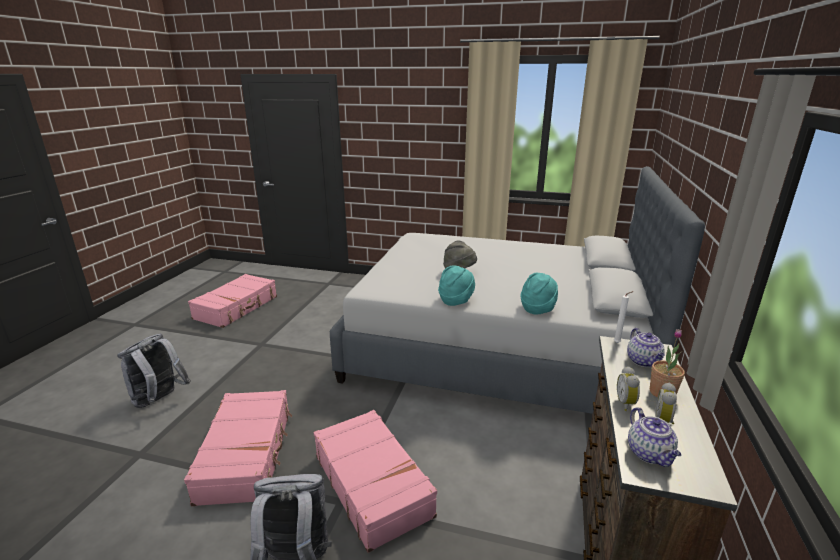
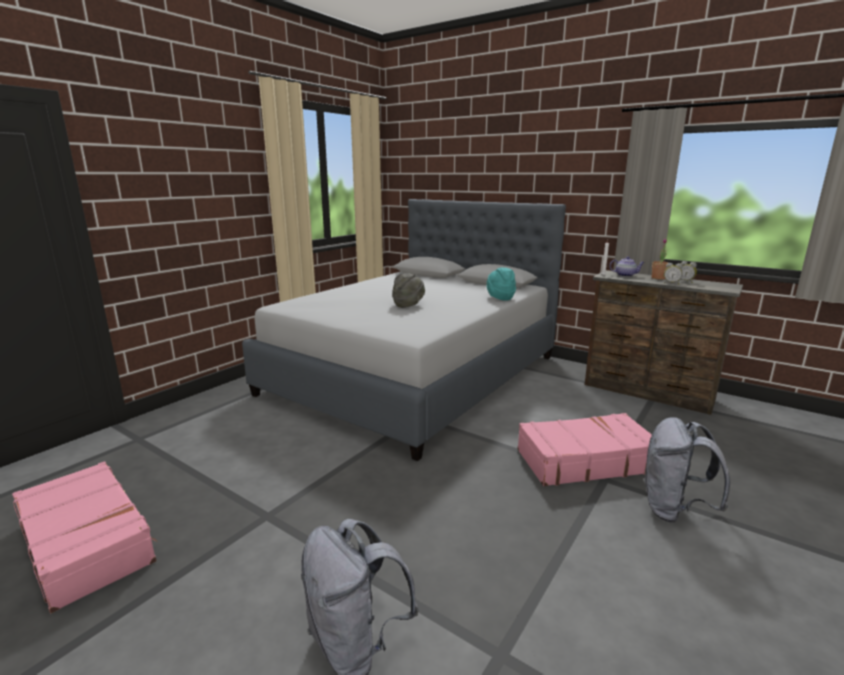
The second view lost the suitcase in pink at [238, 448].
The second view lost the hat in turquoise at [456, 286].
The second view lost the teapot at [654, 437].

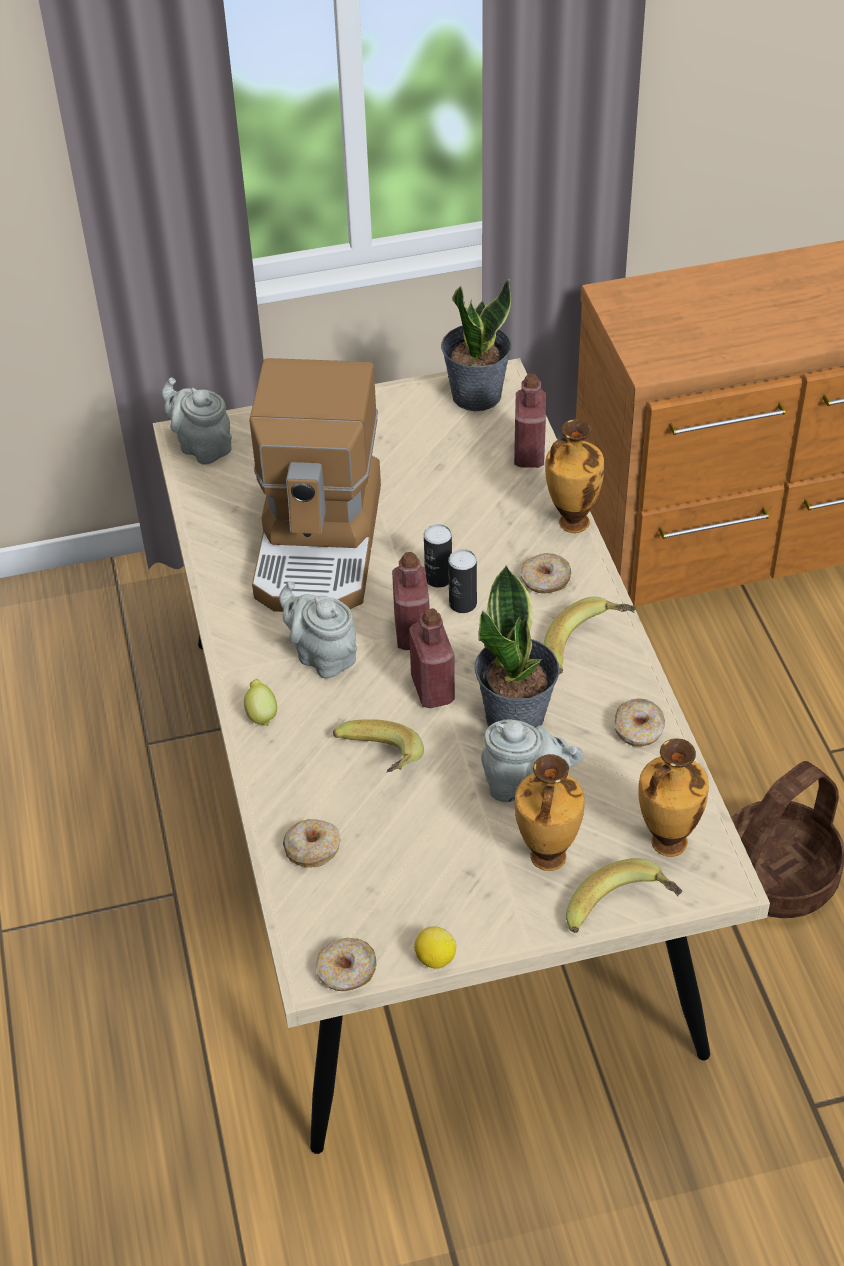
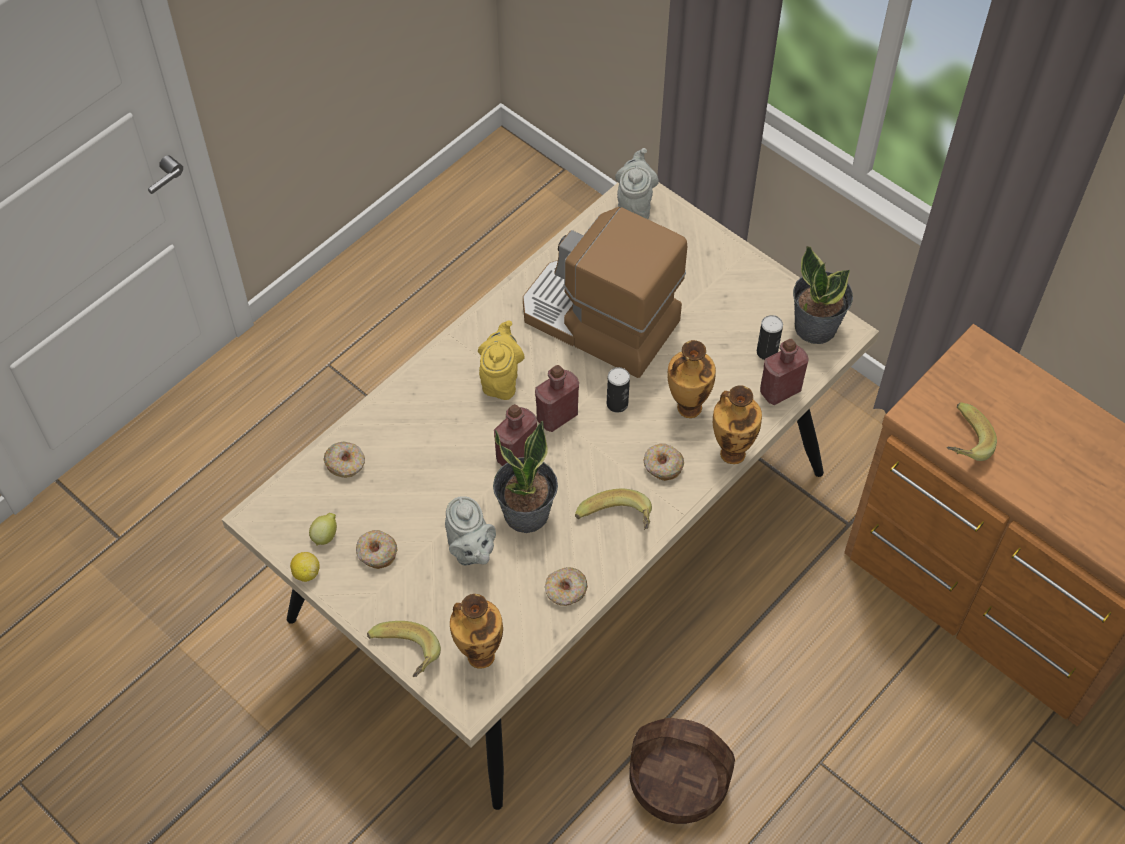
The lemon ended up elsewhere, having gone from [260, 702] to [323, 529].
The donut ended up elsewhere, having gone from [346, 964] to [376, 549].
The banana ended up elsewhere, having gone from [378, 745] to [972, 431].
The can ended up elsewhere, having gone from [462, 581] to [770, 337].
The vase ended up elsewhere, having gone from [549, 812] to [691, 379].
What was the teapot in grey at [318, 629] turned into the teapot in yellow at [501, 360].
The coffee machine at [315, 485] ended up facing another way, 60 degrees clockwise from before.

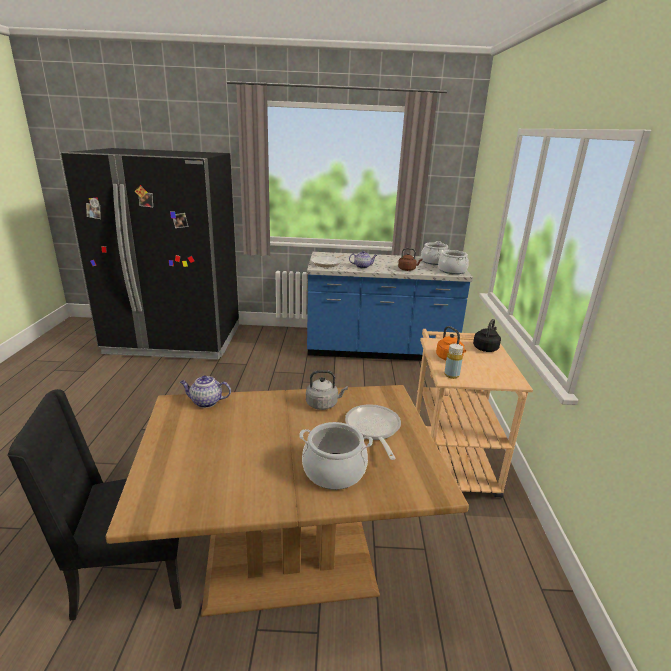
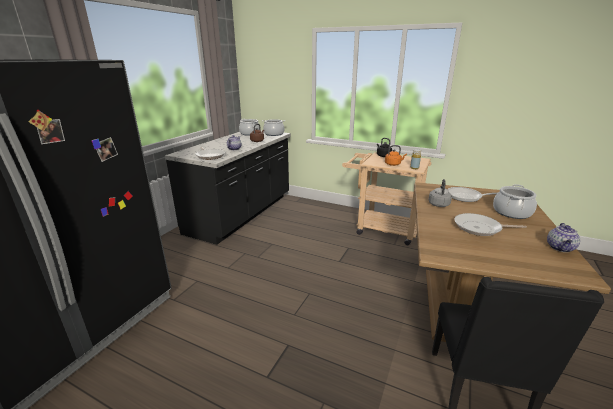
The second view gained the frying pan at [490, 224].
The teapot ended up elsewhere, having gone from [205, 391] to [563, 237].
What was the counter in blue at [390, 306] turned into the counter in black at [228, 187].

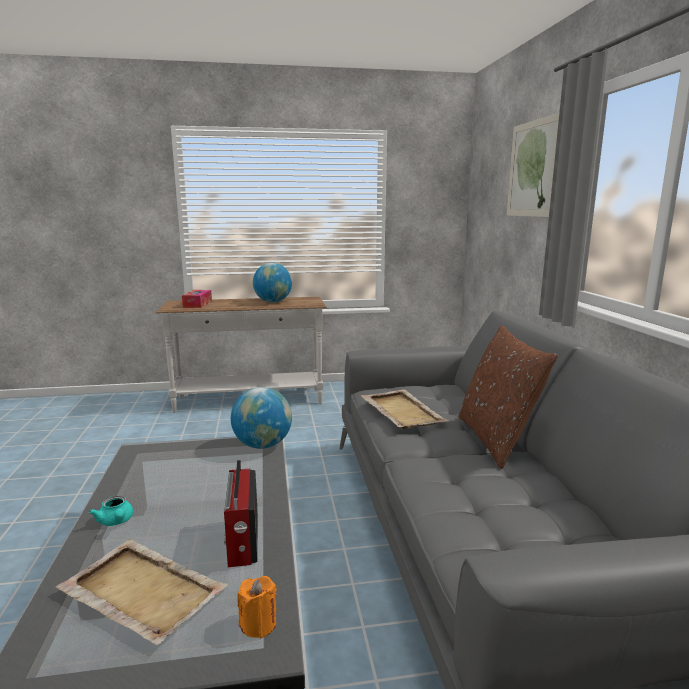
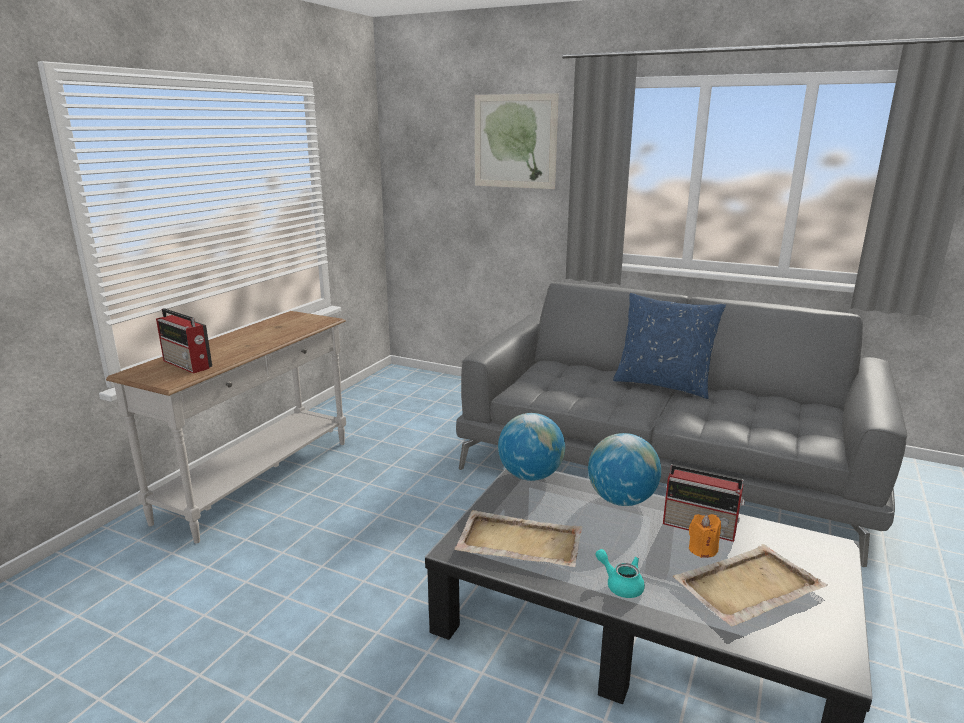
The candle in orange ended up elsewhere, having gone from [257, 607] to [705, 536].
The globe ended up elsewhere, having gone from [272, 282] to [624, 469].
The tray in beige ended up elsewhere, having gone from [405, 409] to [518, 538].
Where the tissue box stood at [197, 299], the radio came to stand at [184, 341].
What was the pillow in brown at [508, 397] turned into the pillow in blue at [669, 346].
The teapot in turquoise at [111, 510] ended up facing another way, 135 degrees counterclockwise from before.

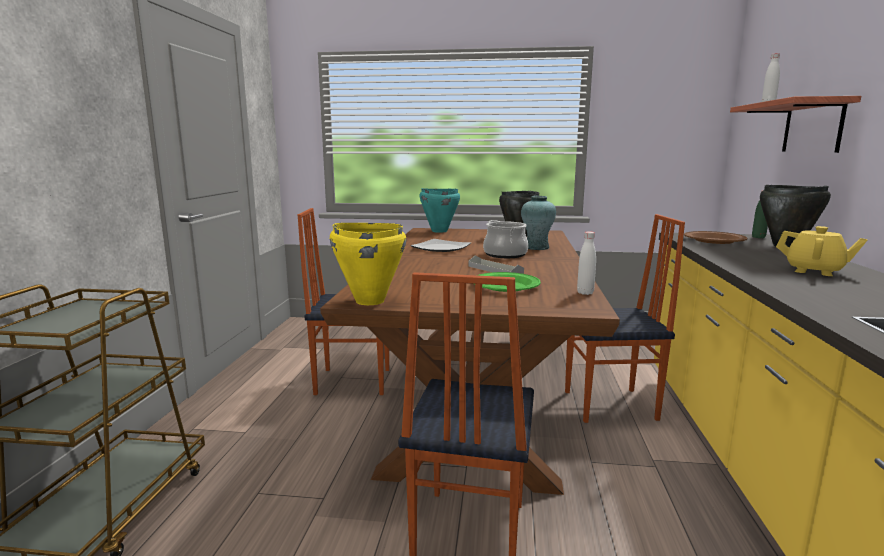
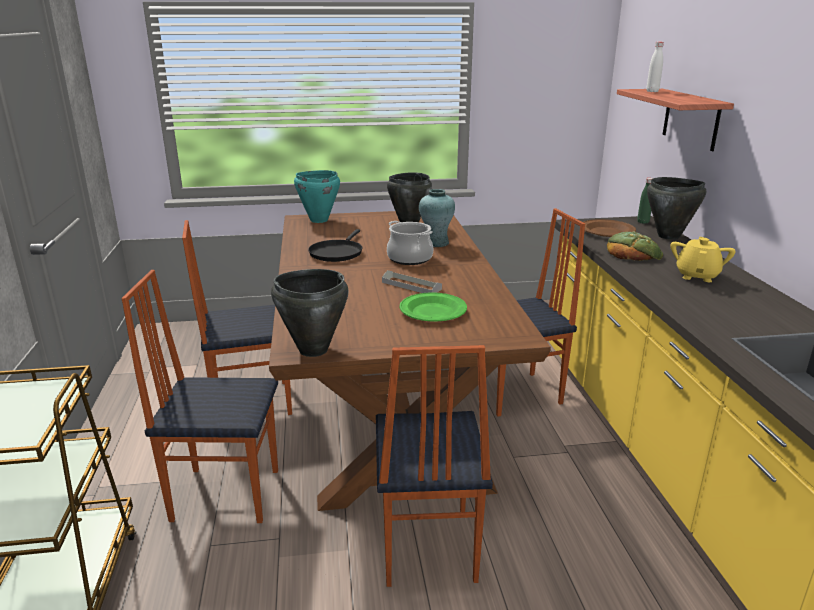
The second view lost the bottle in white at [586, 263].
The second view gained the chair at [199, 396].
The second view gained the bread at [635, 246].
Where the plate stood at [441, 245], the frying pan in black came to stand at [335, 245].
What was the cooking pot in yellow at [368, 264] turned into the cooking pot in black at [310, 313].
The teapot in yellow at [821, 251] ended up facing another way, 90 degrees counterclockwise from before.

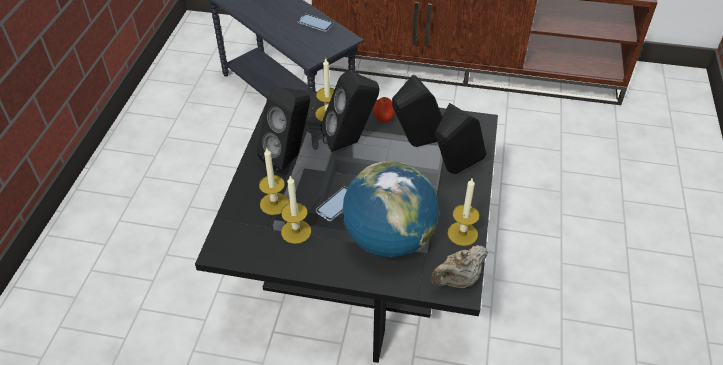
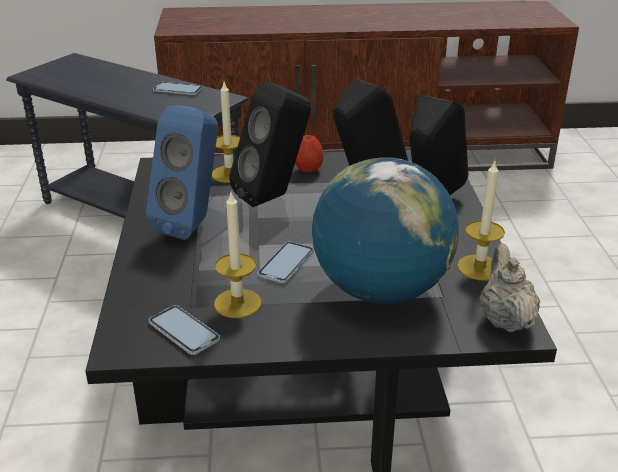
The second view lost the candle at [274, 181].
The second view gained the phone at [184, 330].
What was the speaker in black at [283, 130] turned into the speaker in blue at [182, 172].
The teapot in beige at [459, 266] ended up facing another way, 135 degrees clockwise from before.

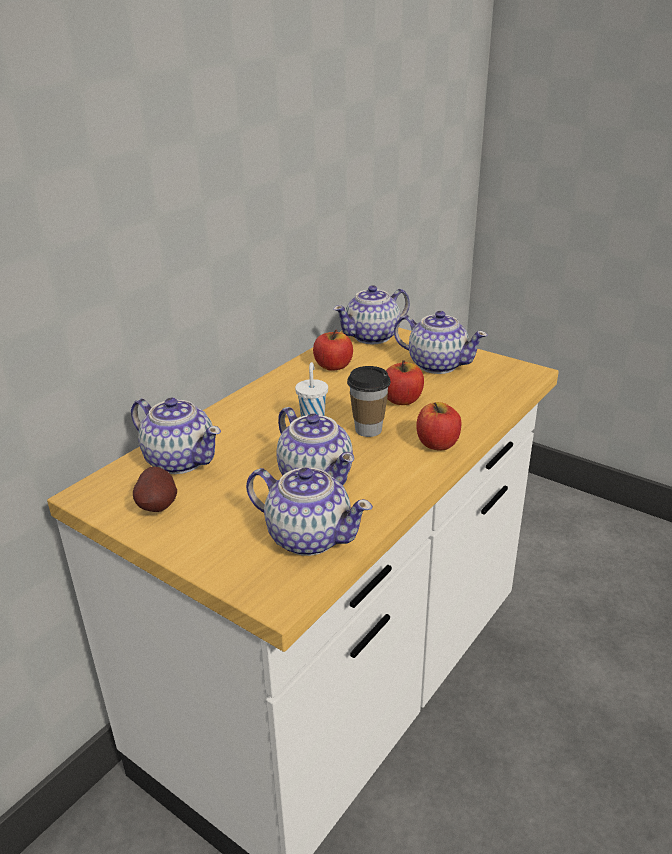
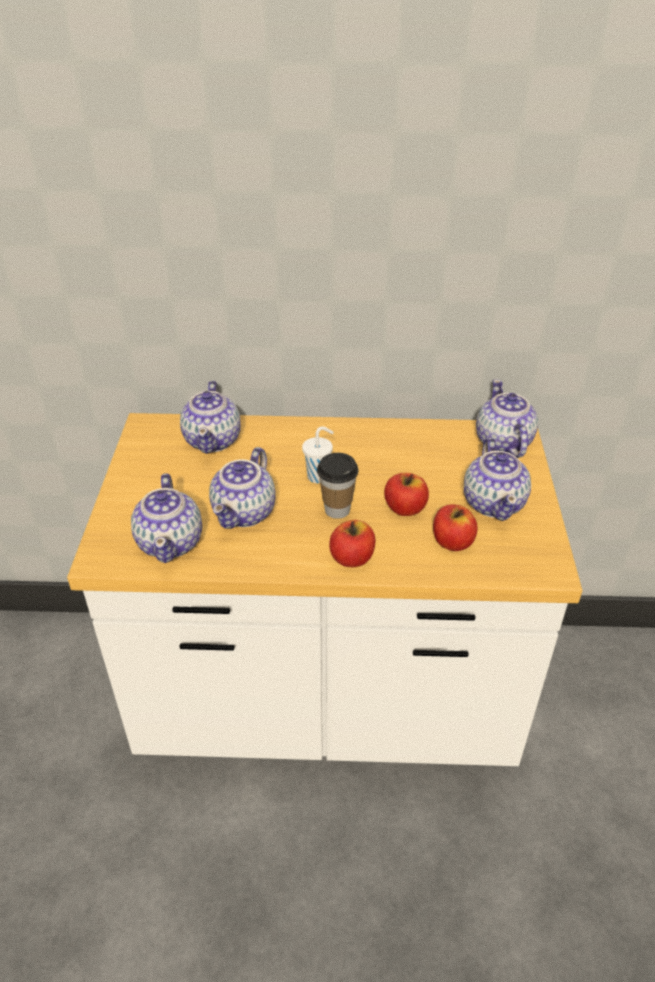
The second view lost the potato at [155, 489].
The apple ended up elsewhere, having gone from [333, 350] to [455, 527].
The teapot at [371, 314] ended up facing another way, 60 degrees clockwise from before.

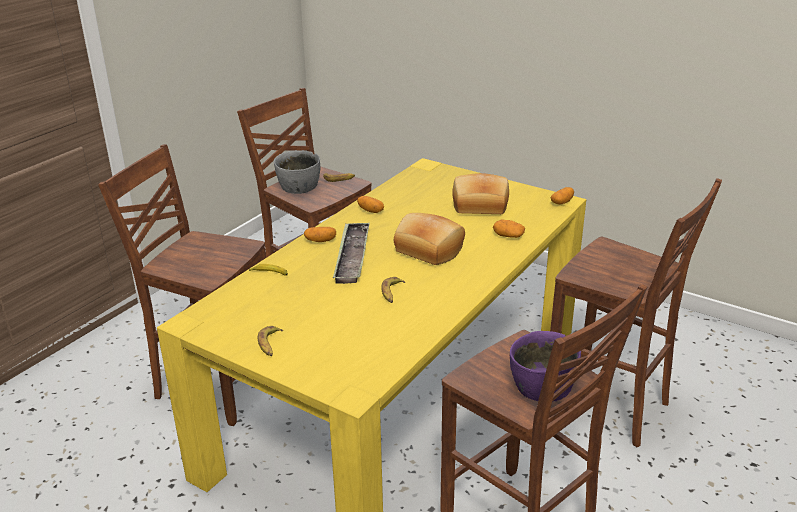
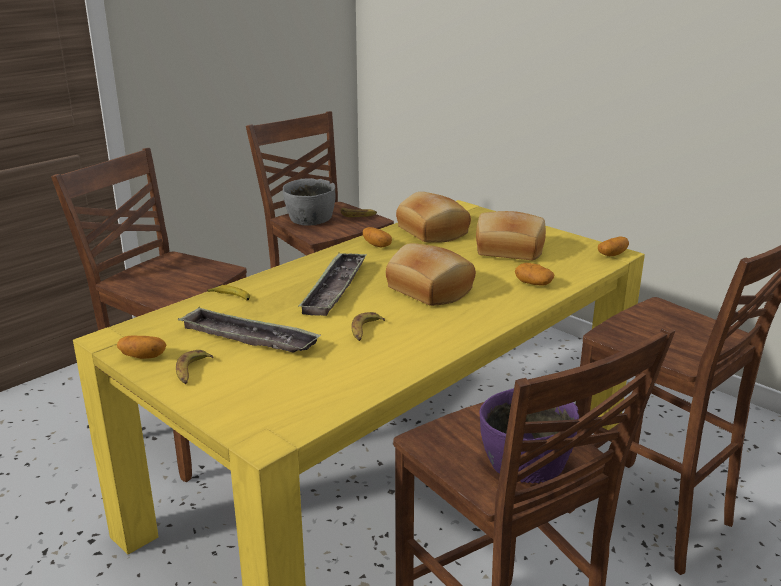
The second view gained the tray at [249, 330].
The second view gained the bread at [433, 217].
The potato ended up elsewhere, having gone from [320, 234] to [141, 347].

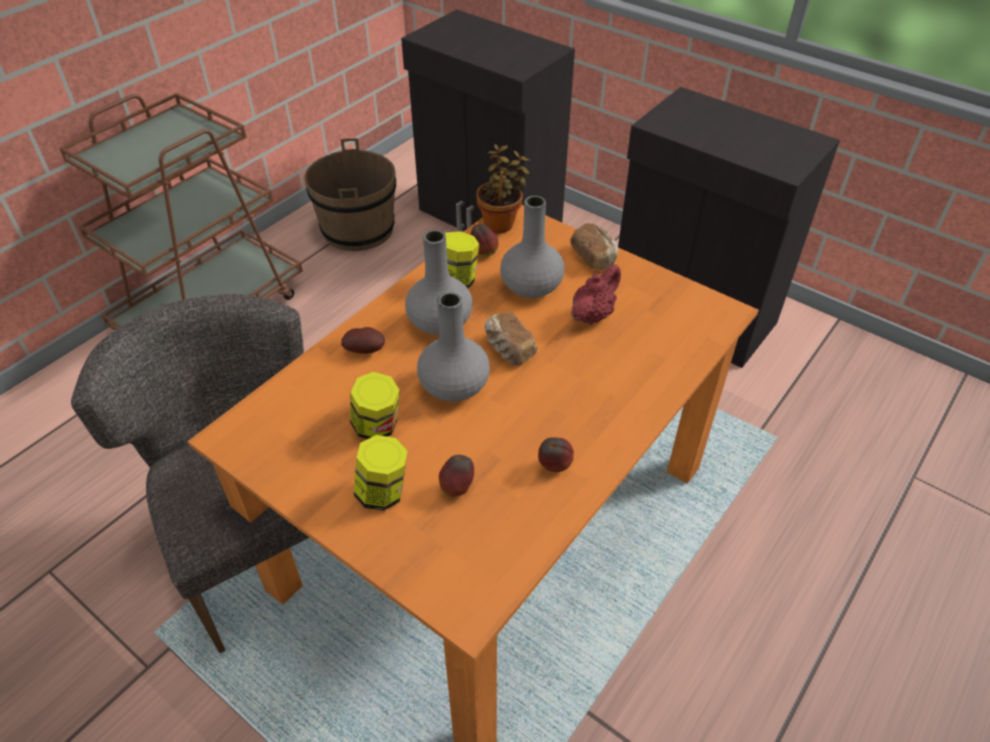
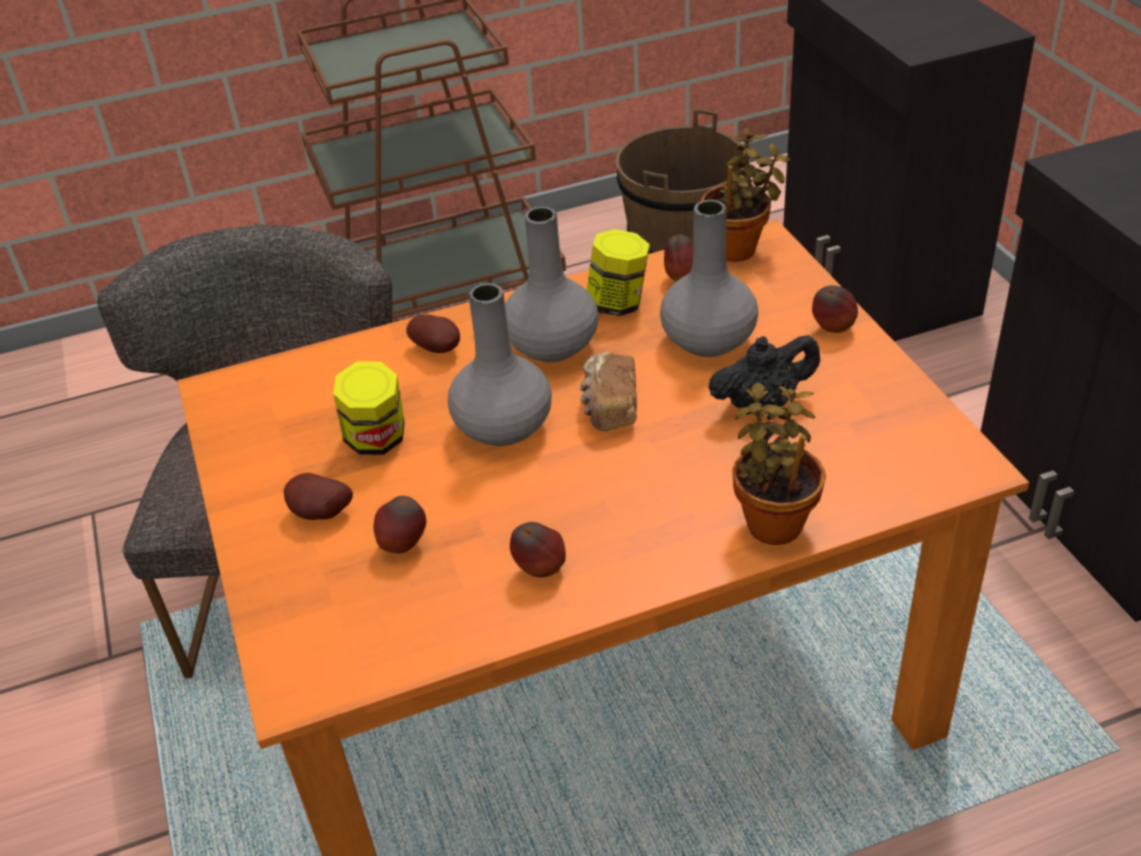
The second view gained the potted plant at [779, 464].
Where the jar stood at [380, 473], the potato came to stand at [318, 496].
Where the bread stood at [594, 246], the apple came to stand at [835, 309].
What was the teapot in red at [596, 294] turned into the teapot in black at [764, 375].

